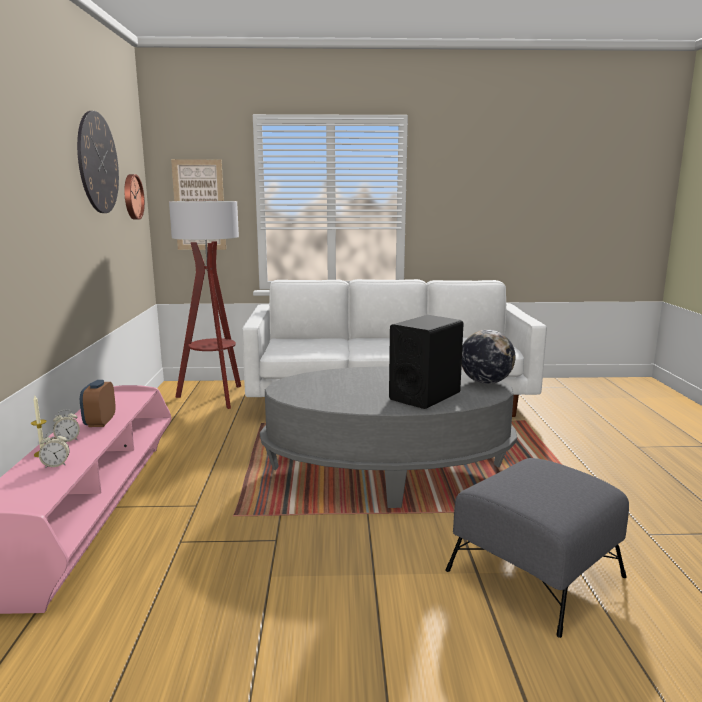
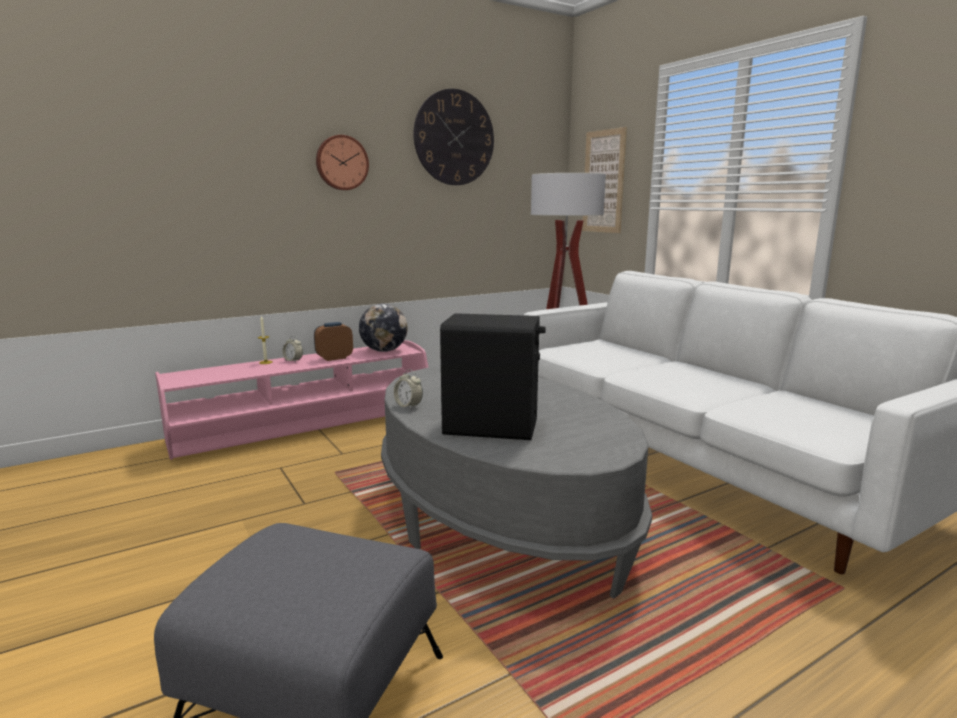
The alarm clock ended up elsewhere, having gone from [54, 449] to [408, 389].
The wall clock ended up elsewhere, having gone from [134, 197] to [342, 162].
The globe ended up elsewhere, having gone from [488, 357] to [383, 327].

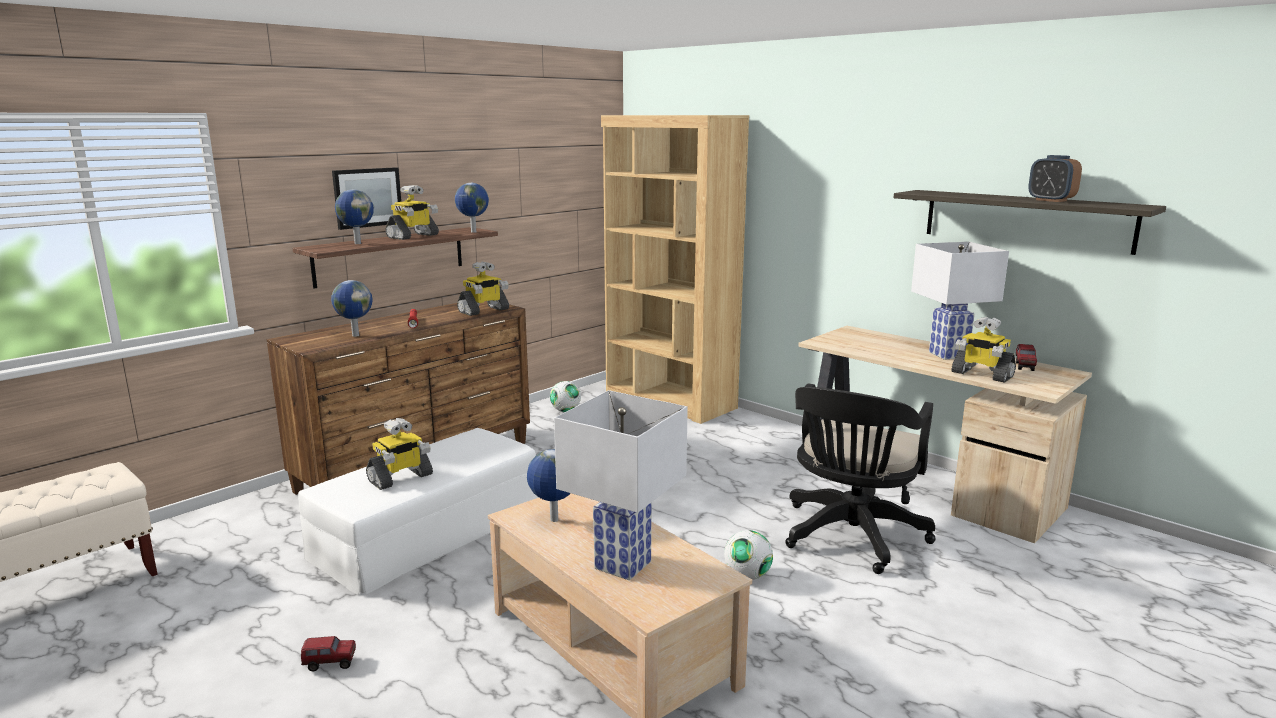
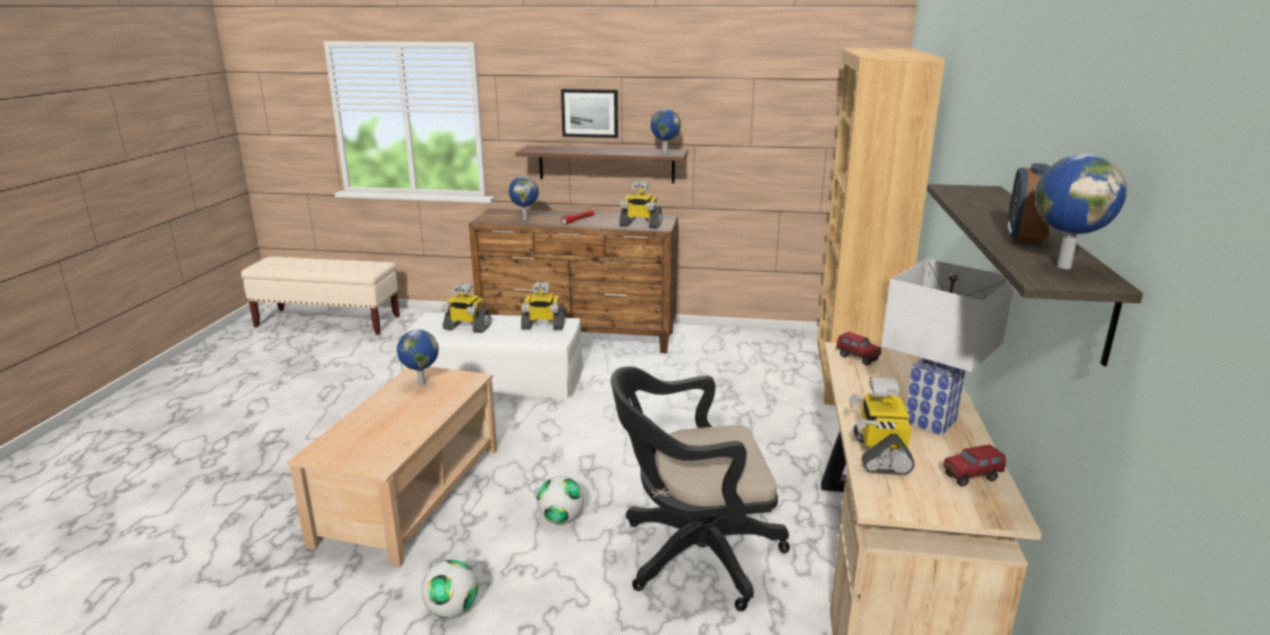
The second view lost the table lamp in white at [621, 485].
The toy truck ended up elsewhere, having gone from [328, 653] to [858, 348].
The globe ended up elsewhere, having gone from [354, 216] to [1081, 211].
The toy robot ended up elsewhere, having gone from [412, 212] to [543, 305].
The football ended up elsewhere, having gone from [565, 396] to [449, 589].

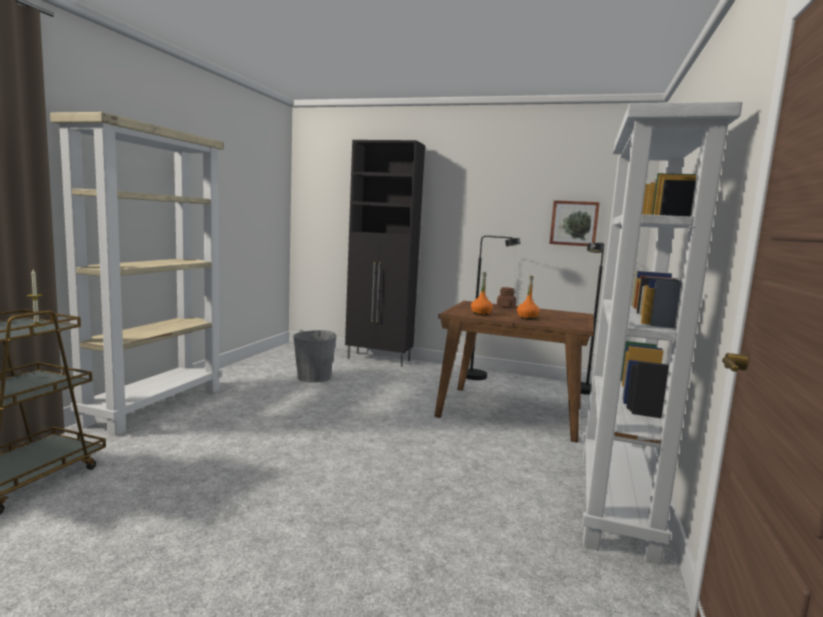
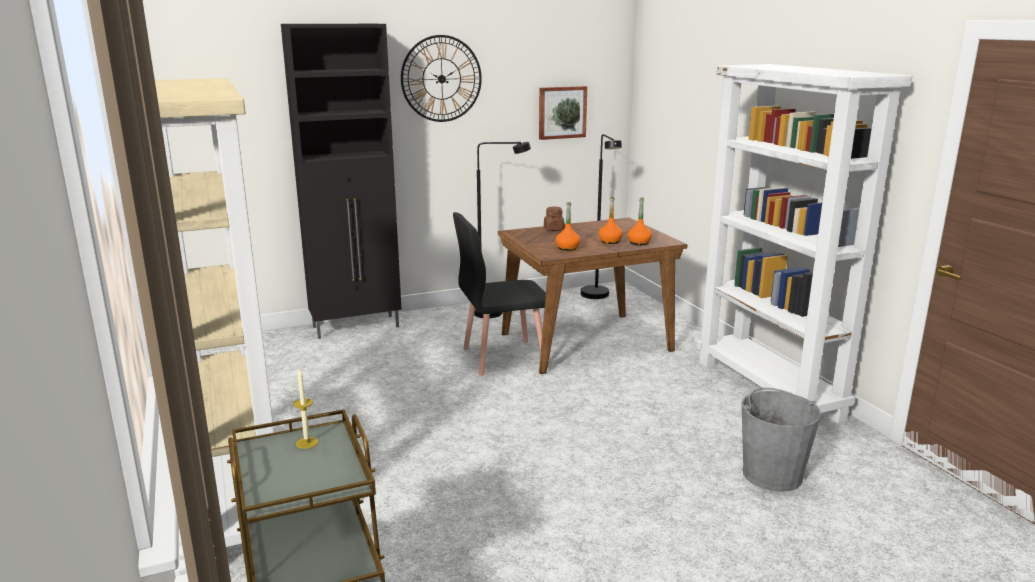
The second view gained the wall clock at [441, 78].
The second view gained the chair in black at [499, 294].
The second view gained the bottle in orange at [640, 221].
The bucket in grey ended up elsewhere, having gone from [314, 356] to [781, 440].

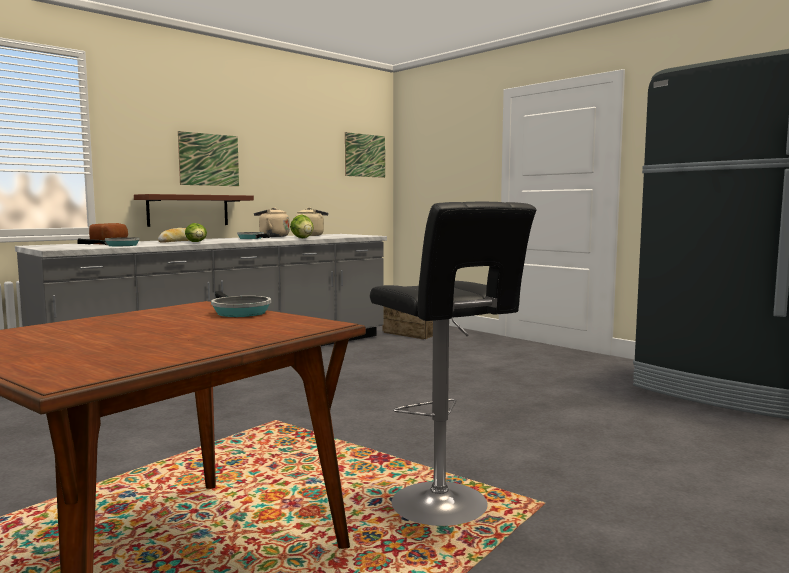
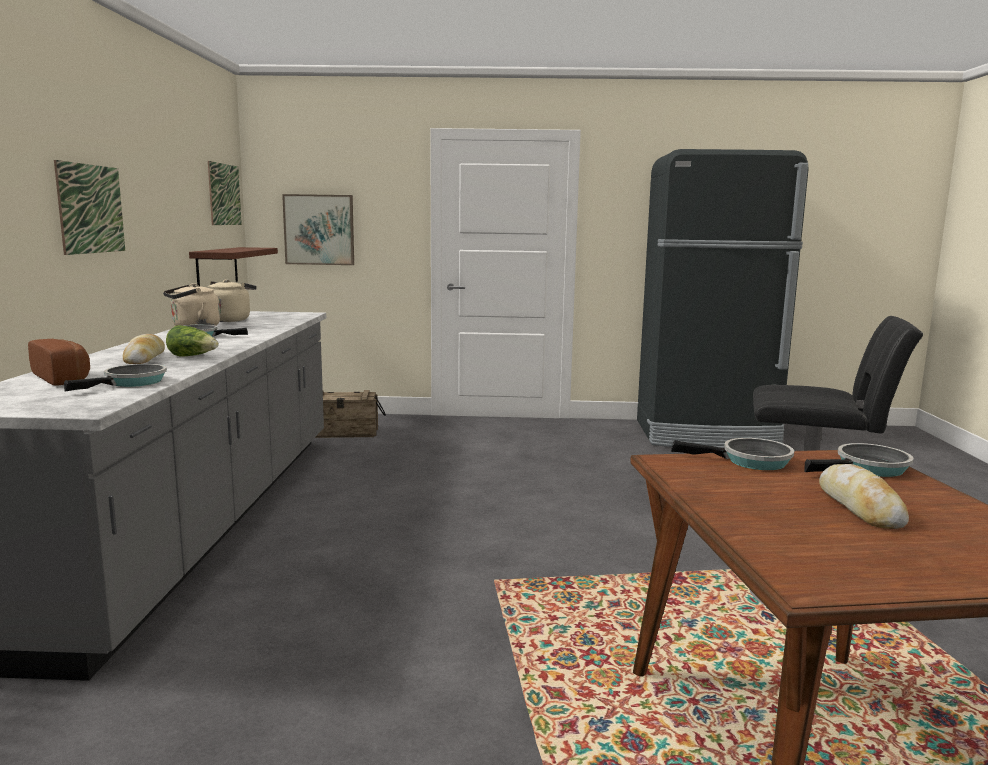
The second view lost the lettuce at [302, 226].
The second view gained the picture at [318, 229].
The second view gained the frying pan at [859, 460].
The second view gained the bread at [864, 496].
The shelf in brown ended up elsewhere, having gone from [194, 210] to [233, 266].

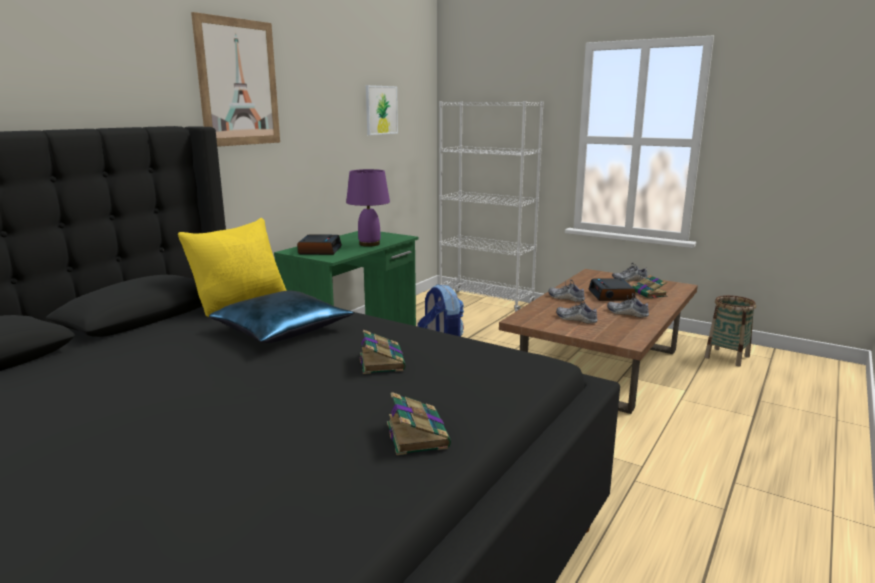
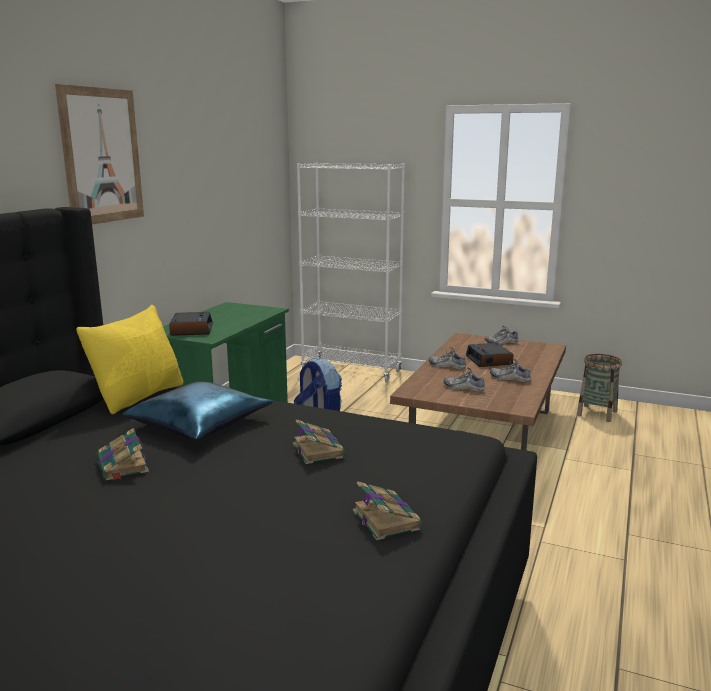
The second view lost the table lamp in purple at [368, 208].
The second view lost the picture at [382, 110].
The book ended up elsewhere, having gone from [649, 287] to [123, 454].

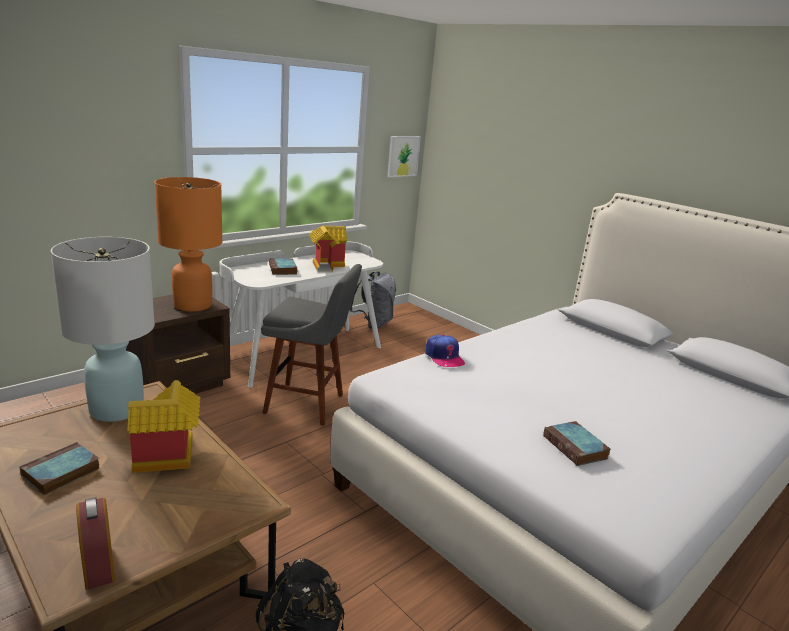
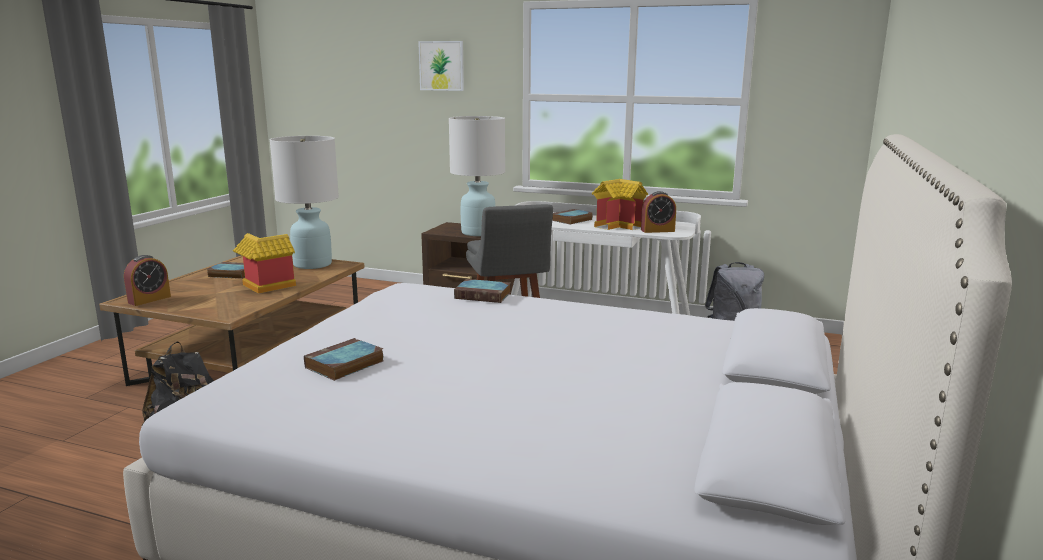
The second view gained the alarm clock at [658, 212].
The picture ended up elsewhere, having gone from [404, 156] to [441, 66].
Where the cap stood at [445, 351], the book came to stand at [482, 291].
What was the table lamp in orange at [188, 244] turned into the table lamp in white at [477, 176].

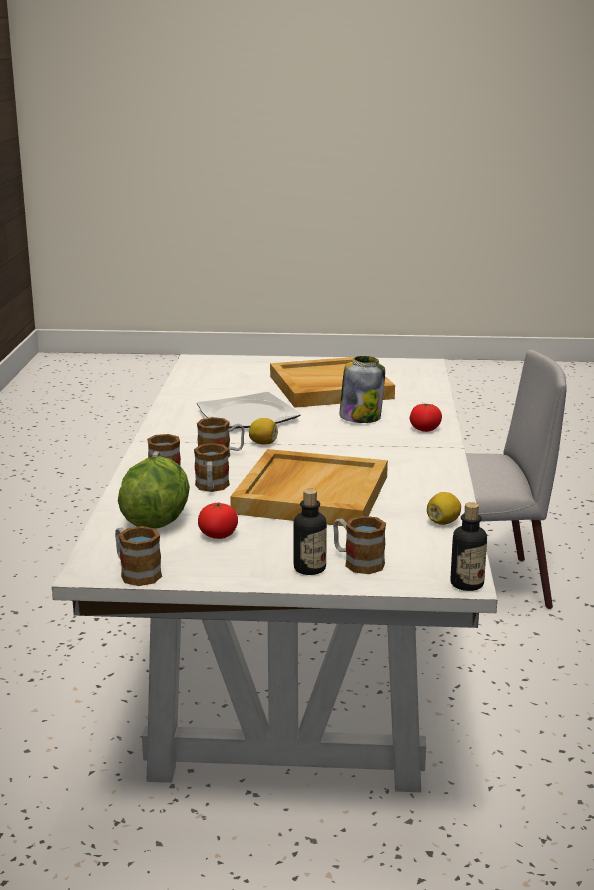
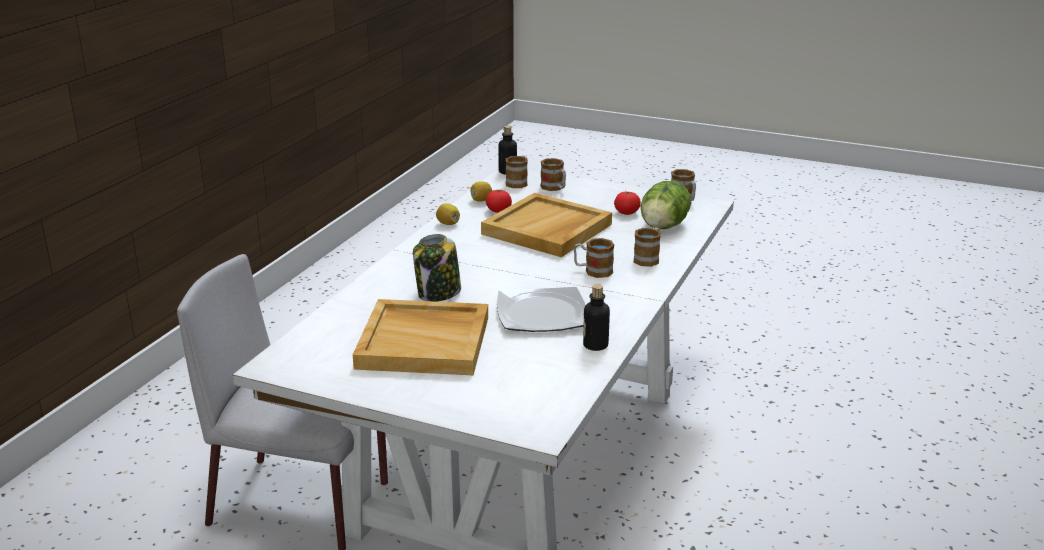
The mug ended up elsewhere, having gone from [212, 467] to [516, 171].
The lemon ended up elsewhere, having gone from [263, 431] to [448, 214].
The bottle ended up elsewhere, having gone from [310, 532] to [596, 317].
The tomato ended up elsewhere, having gone from [426, 417] to [499, 201].

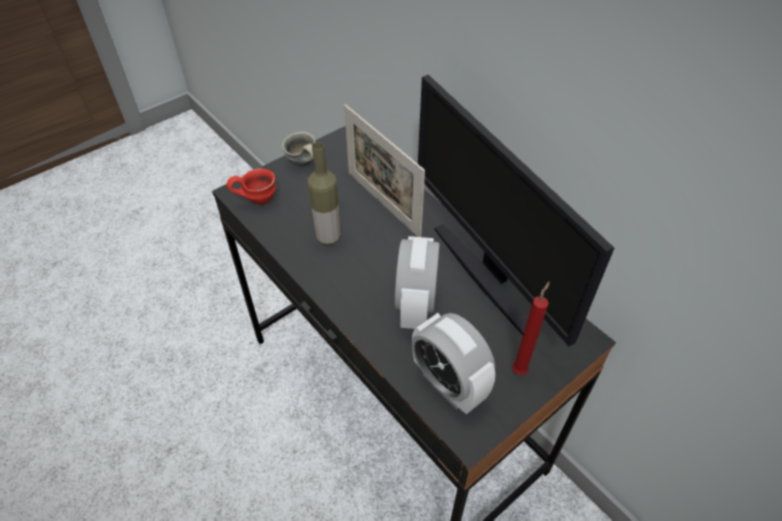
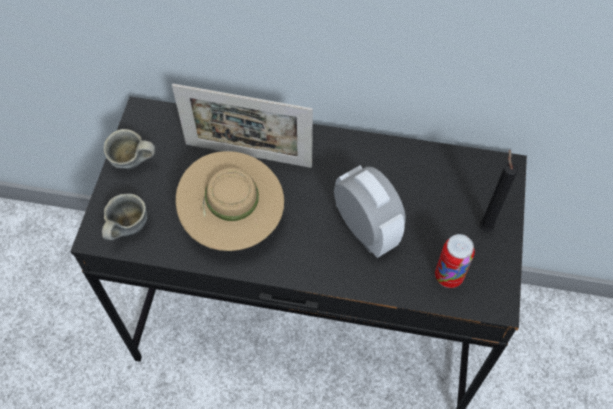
The second view lost the monitor at [516, 211].
Where the bottle stood at [324, 194], the hat in beige came to stand at [230, 201].
Where the alarm clock stood at [453, 364], the can came to stand at [455, 261].
What was the mug in red at [251, 186] turned into the mug in grey at [124, 217].
What was the candle in red at [531, 328] turned into the candle in black at [499, 190].

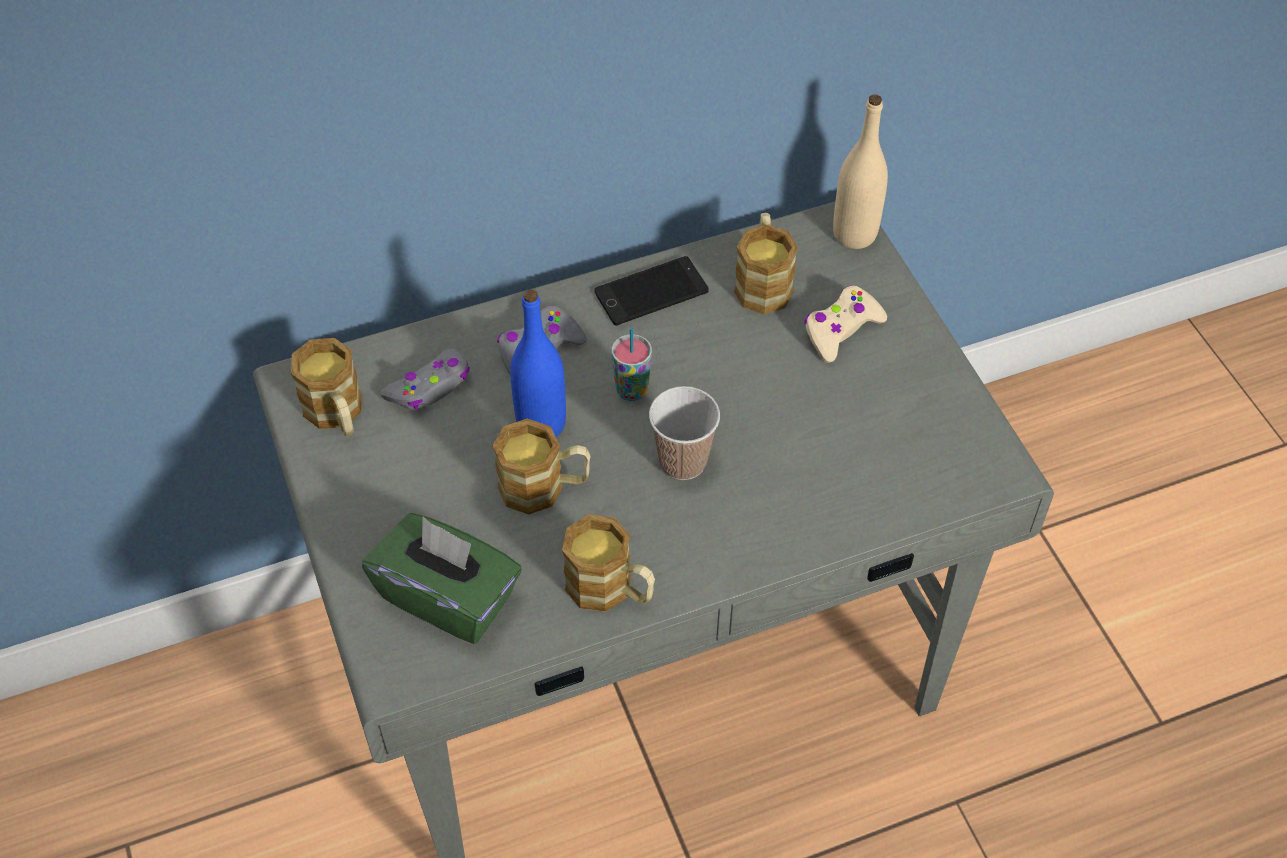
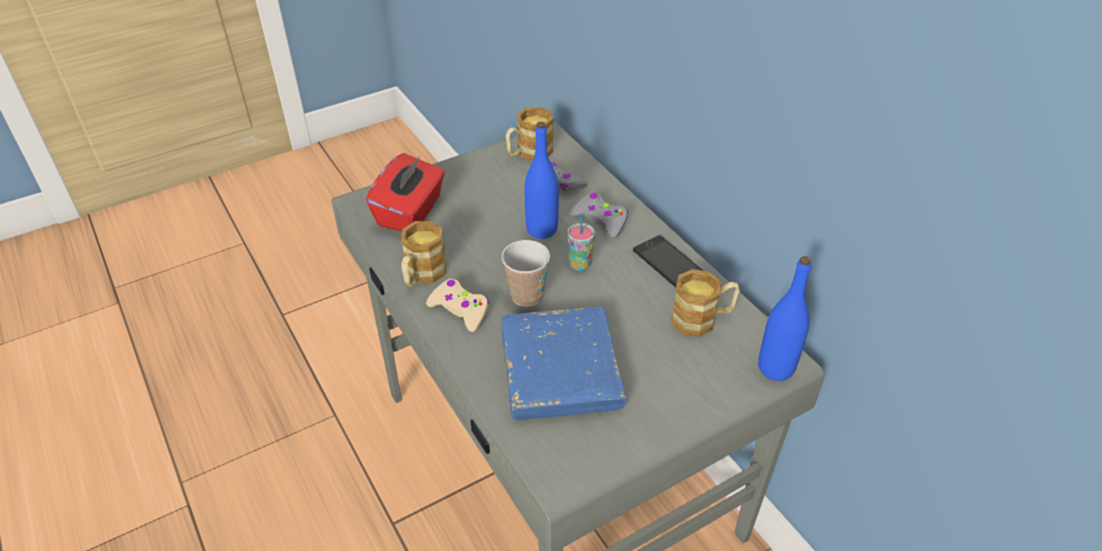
The second view lost the mug at [541, 466].
The second view gained the book in blue at [564, 363].
The game controller in beige ended up elsewhere, having gone from [845, 324] to [457, 305].
What was the tissue box in green at [442, 578] turned into the tissue box in red at [405, 192].
What was the bottle in beige at [860, 171] turned into the bottle in blue at [785, 318].

